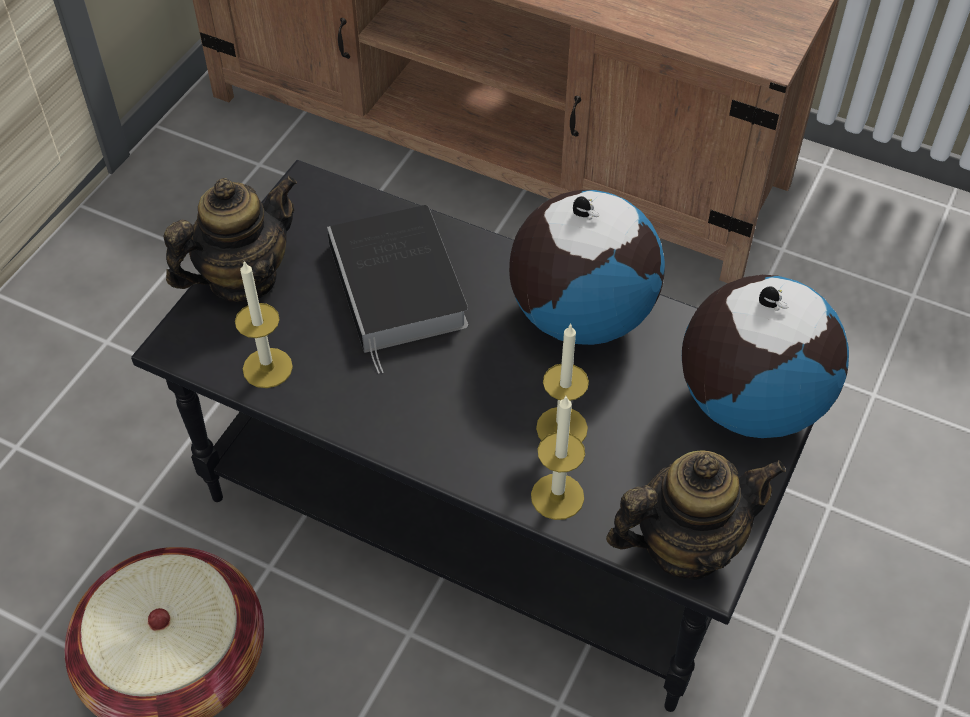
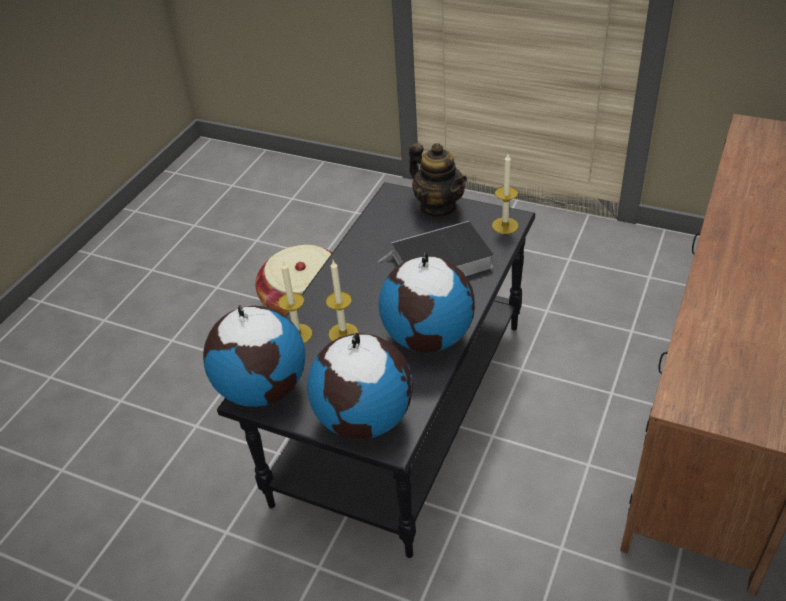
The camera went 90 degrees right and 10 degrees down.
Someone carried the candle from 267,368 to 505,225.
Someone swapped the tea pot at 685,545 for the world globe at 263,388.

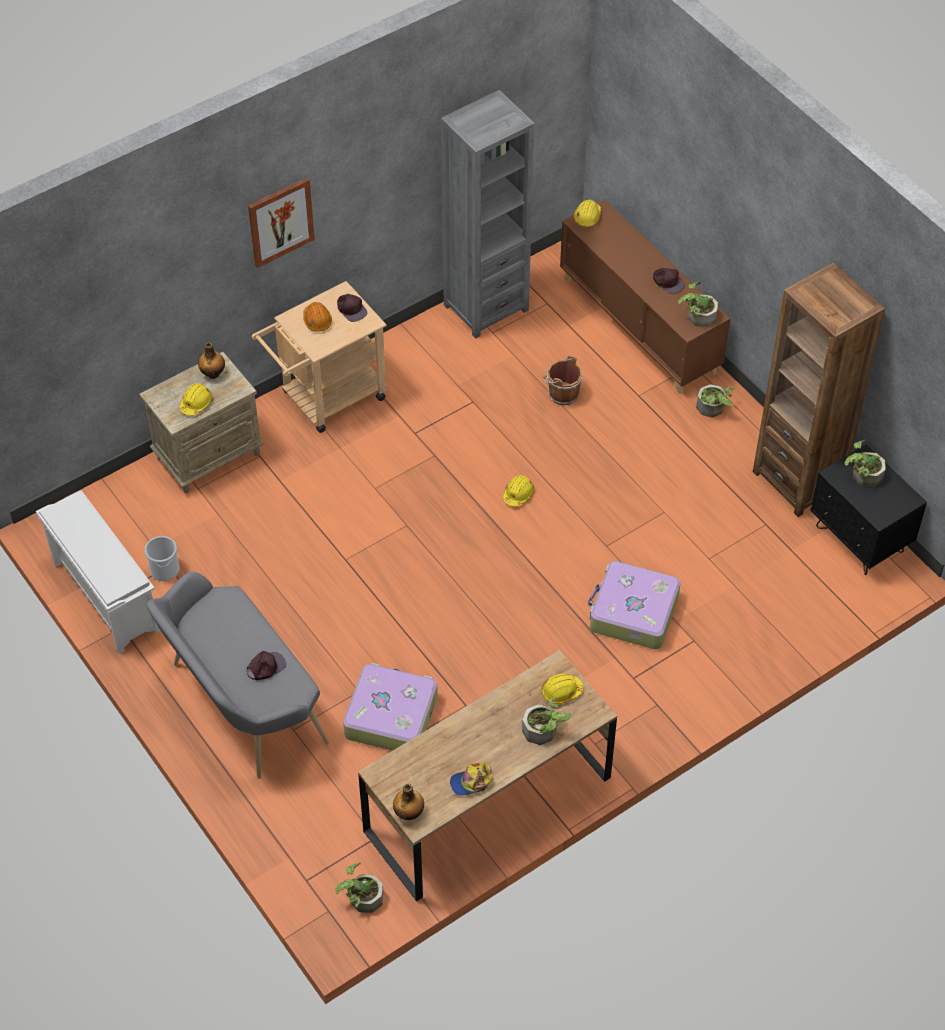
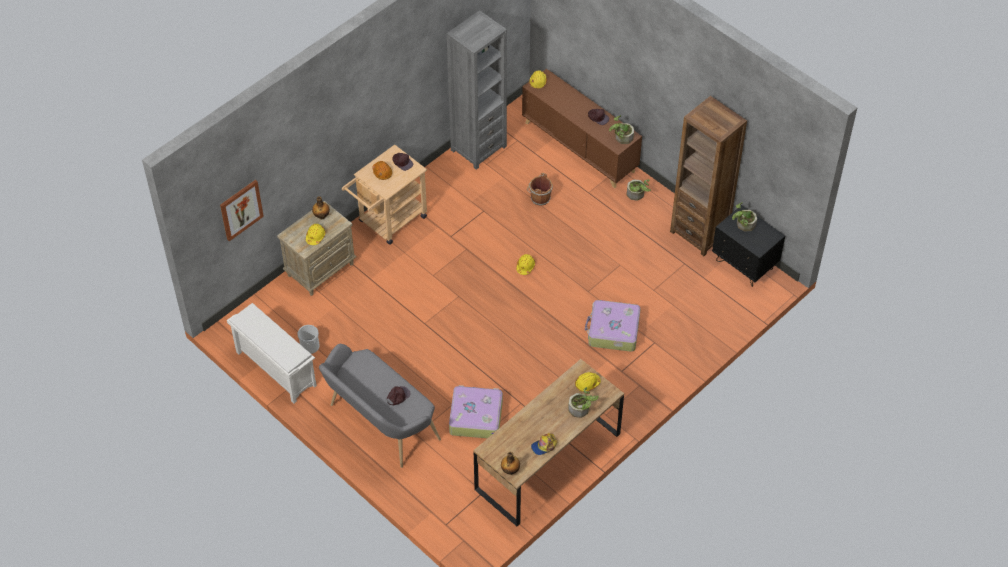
The camera went 10 degrees left and 0 degrees up.
Someone carried the wall art from 280,221 to 241,209.
Someone took away the plant in a pot at 361,898.

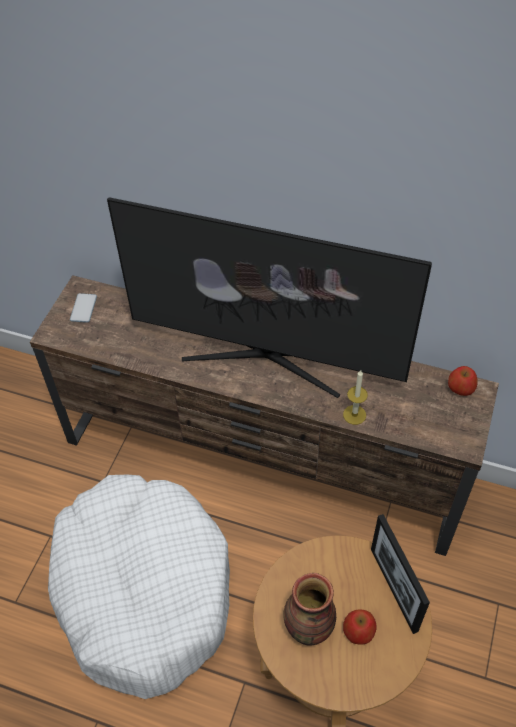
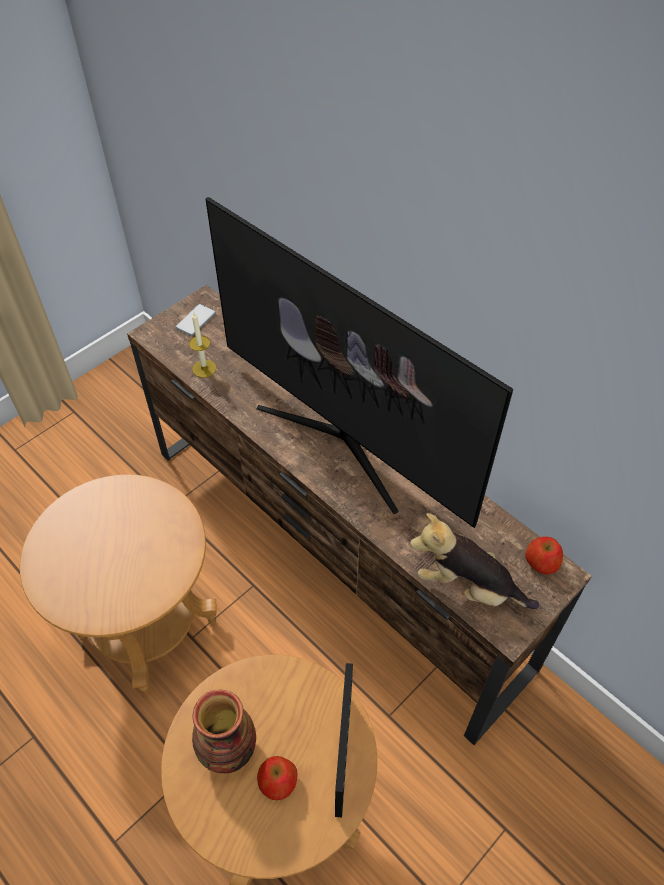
The camera went 25 degrees right and 0 degrees up.
Someone swapped the white dog bed at 142,589 for the brownish end table at 147,628.
Someone carried the candle from 354,415 to 204,368.
Someone put down the soft toy at 468,586.

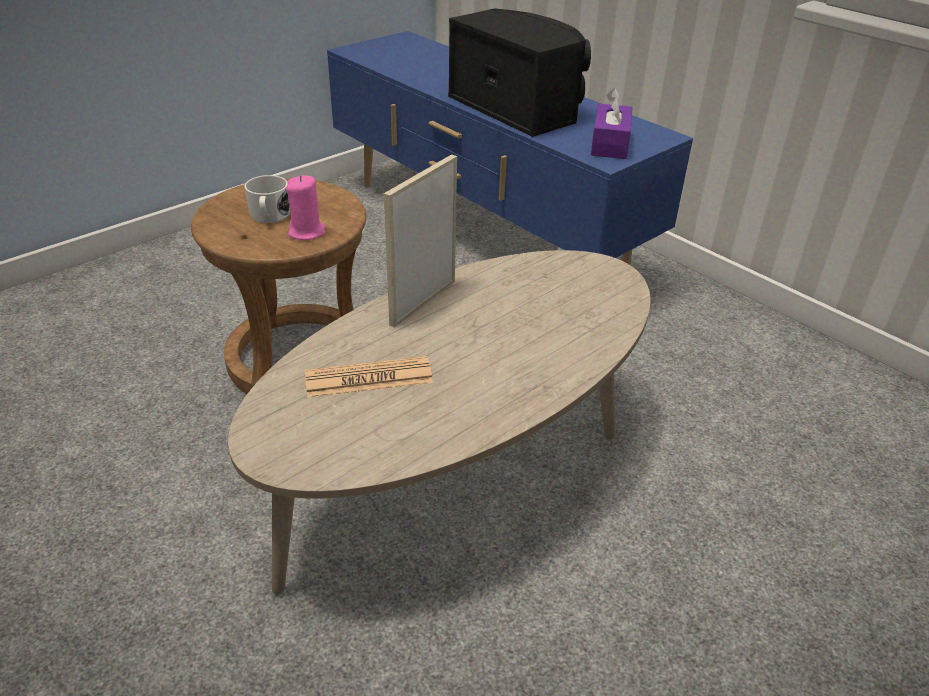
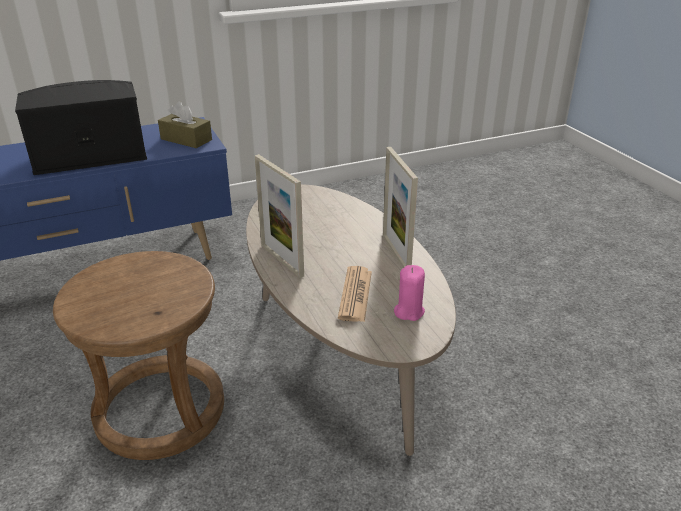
The camera went 70 degrees left and 5 degrees down.
Someone took away the white mug at 269,216.
Someone carried the pinkish candle from 307,232 to 409,311.
Someone repainted the purple tissue holder at 610,144, which became the brownish tissue holder at 186,139.
Someone put down the photo frame at 396,253.

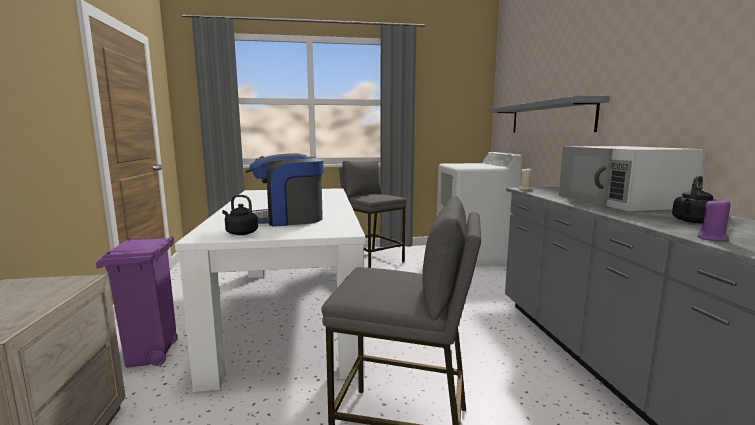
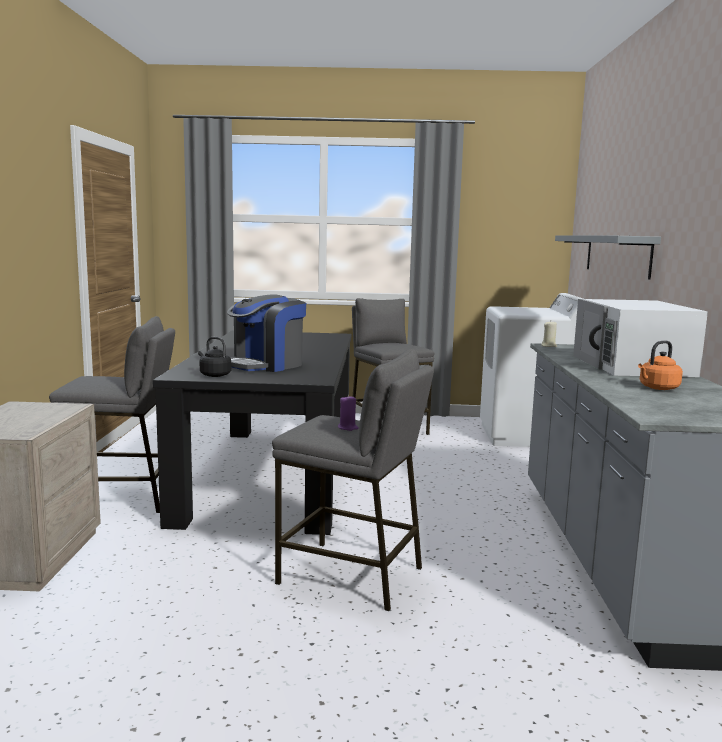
The camera went 10 degrees right and 0 degrees up.
Someone swapped the purple rubbish bin at 151,356 for the gray sitting stool at 122,498.
Someone repainted the white dining table at 292,310, which became the blackish dining table at 272,473.
Someone rotated the coffee machine at 288,219 by 45 degrees counterclockwise.
Someone repainted the blackish tea kettle at 692,221, which became the orange-coloured tea kettle at 657,388.
Someone carried the purple candle from 712,238 to 348,428.

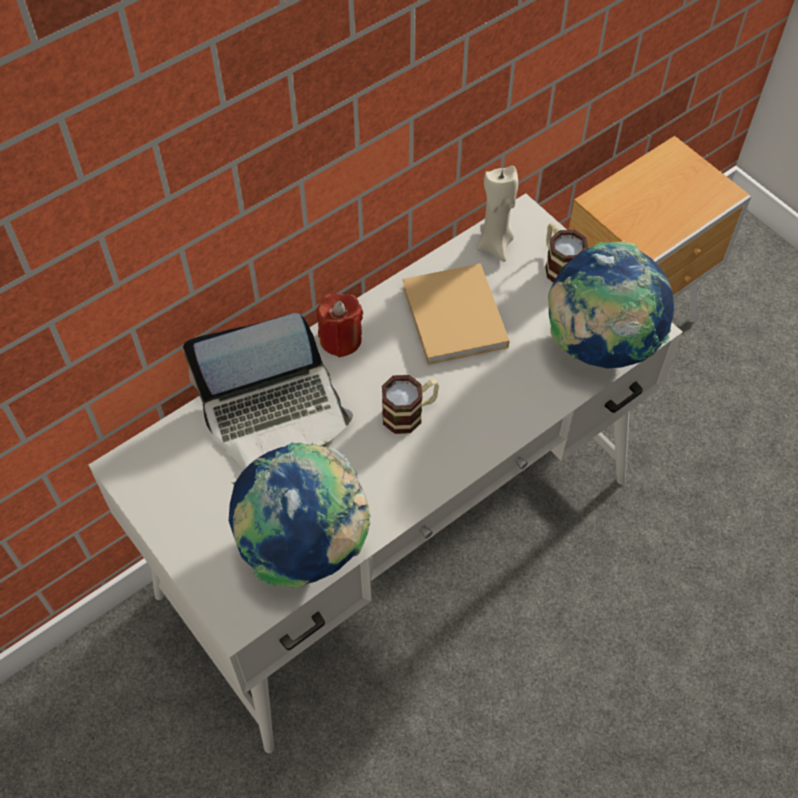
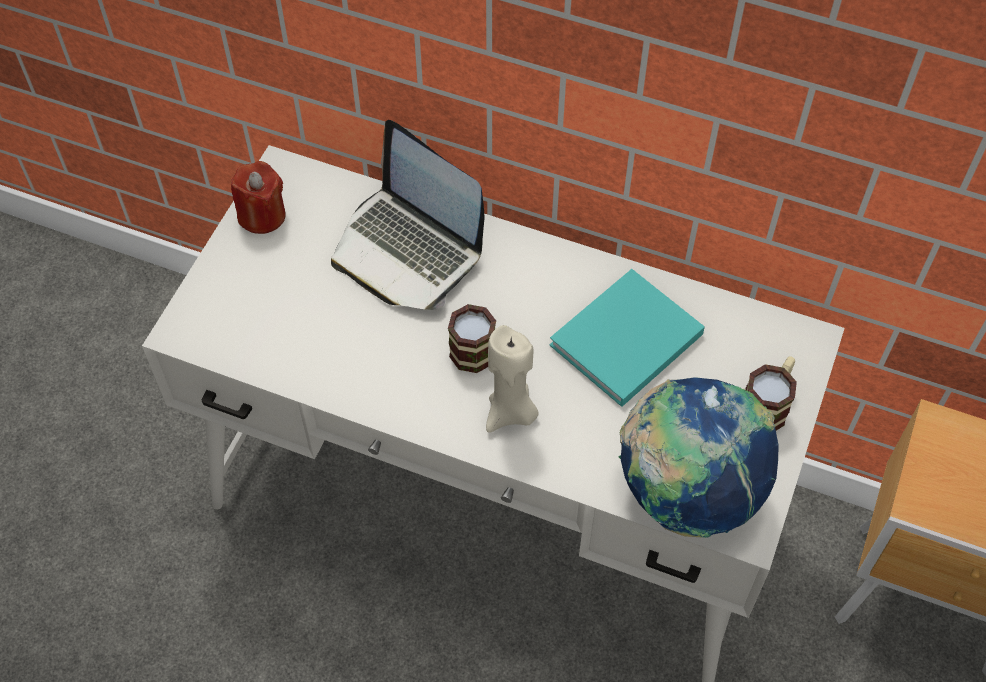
The camera went 60 degrees right and 0 degrees up.
Someone took away the world globe at 304,546.
Someone carried the red-coloured candle from 341,339 to 262,215.
Someone repainted the beige-coloured book at 455,319, which became the turquoise-coloured book at 623,342.
Someone carried the beige-coloured candle from 495,245 to 511,413.

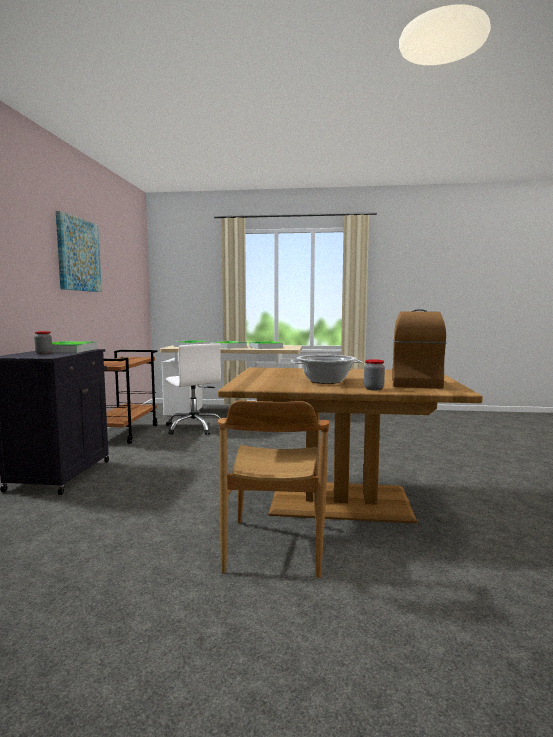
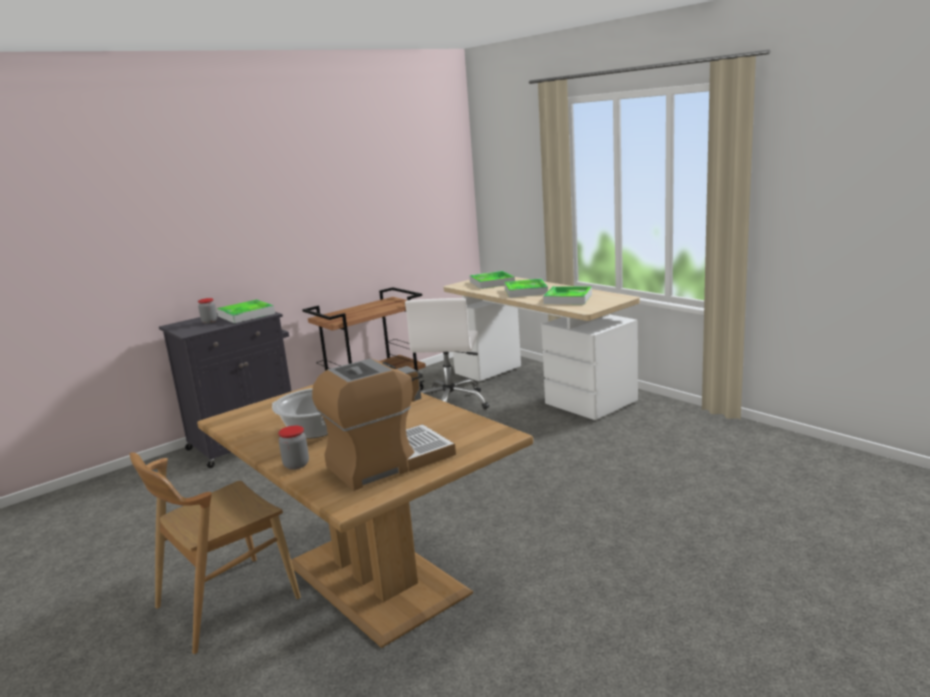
The camera went 45 degrees right and 10 degrees up.
Someone took away the wall art at 78,255.

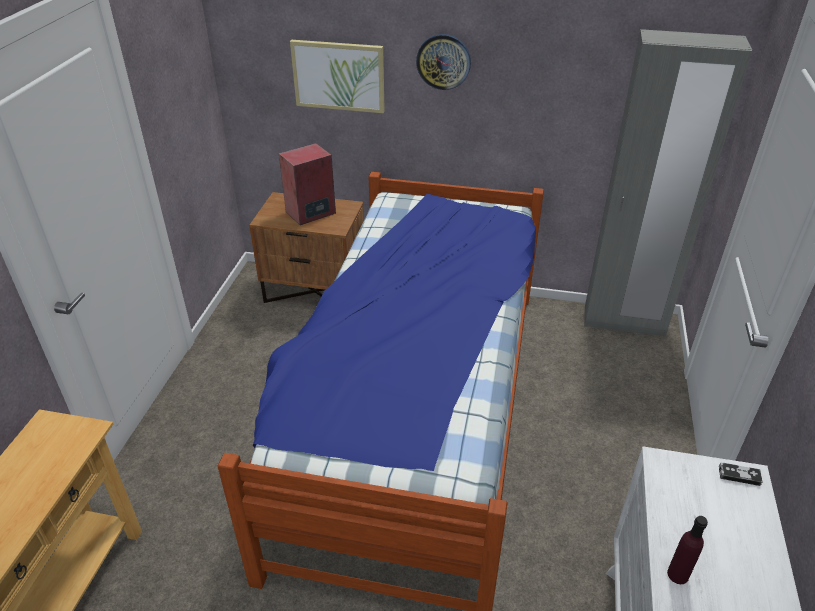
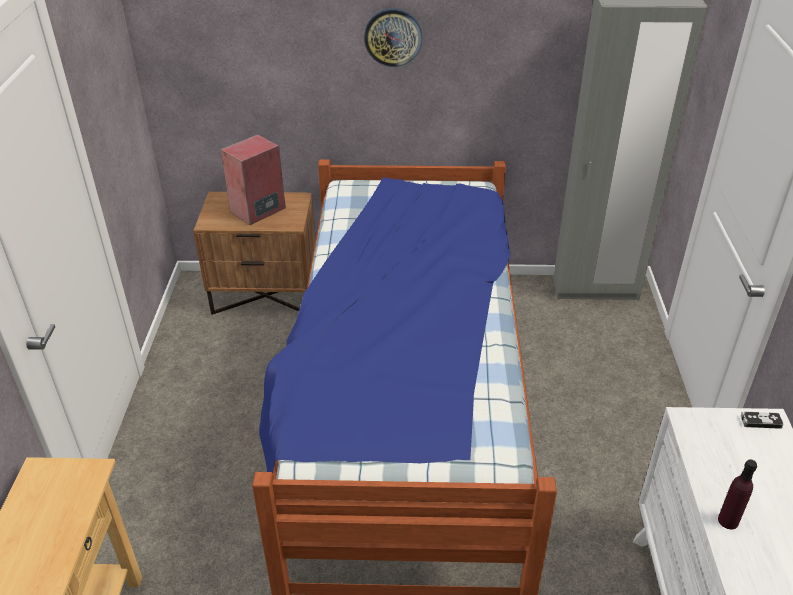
The camera went 10 degrees left and 0 degrees up.
Someone took away the wall art at 338,76.

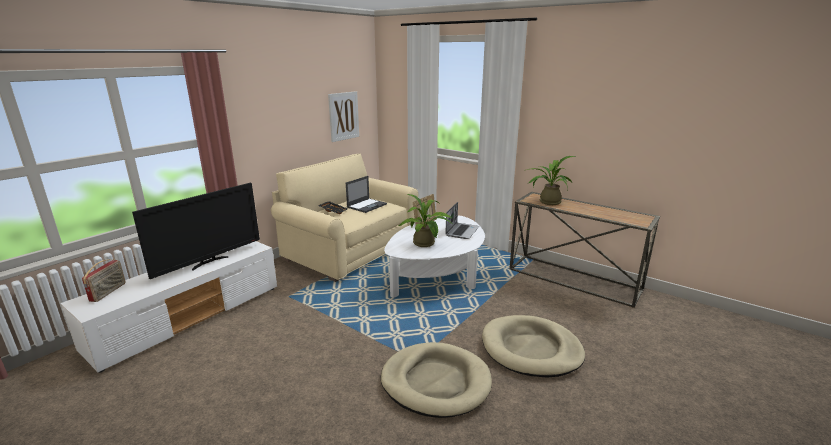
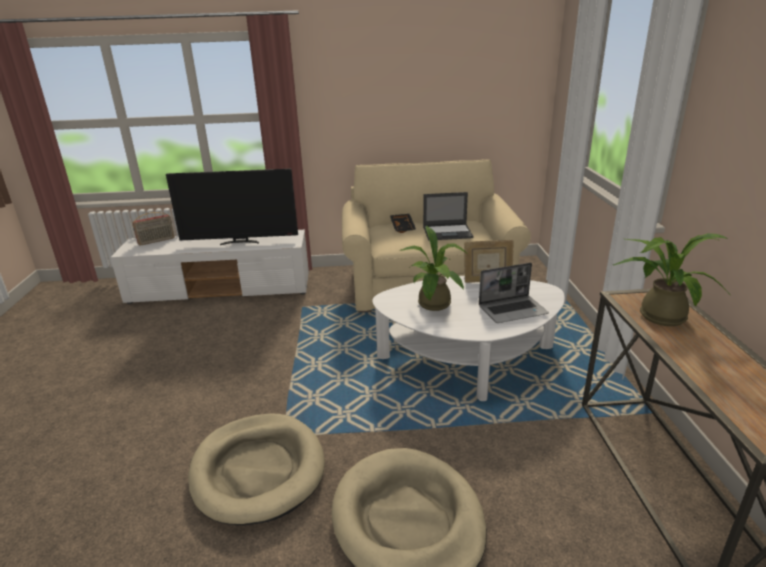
The camera went 50 degrees right and 5 degrees up.
Someone took away the wall art at 343,116.

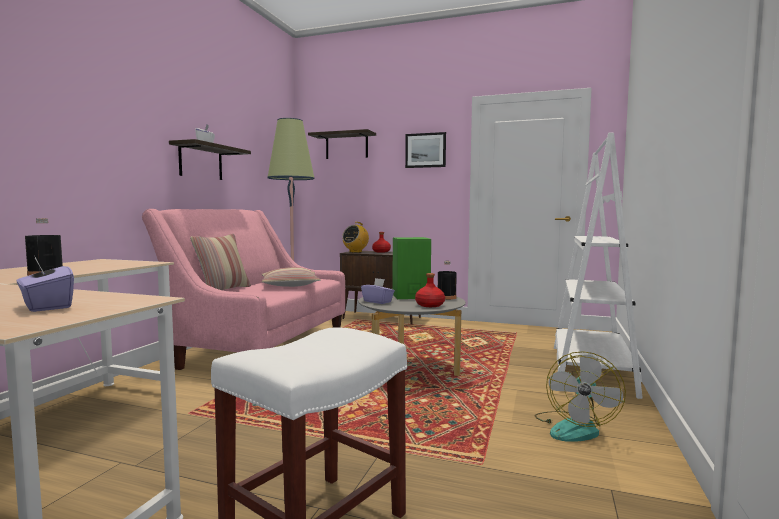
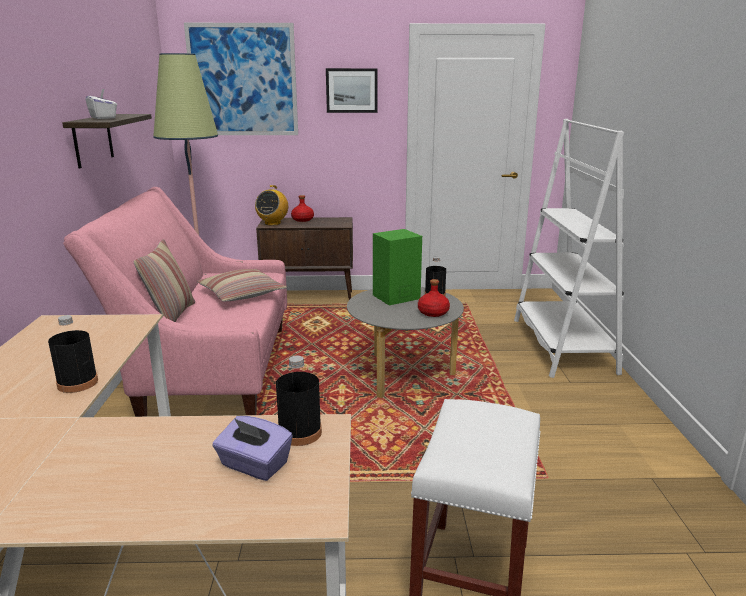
The camera went 20 degrees left and 15 degrees up.
Someone swapped the wall shelf at 346,146 for the wall art at 243,80.
Someone took away the purple tissue holder at 378,301.
Someone took away the cooling fan at 574,427.
Someone put down the blackish bottle at 300,433.

